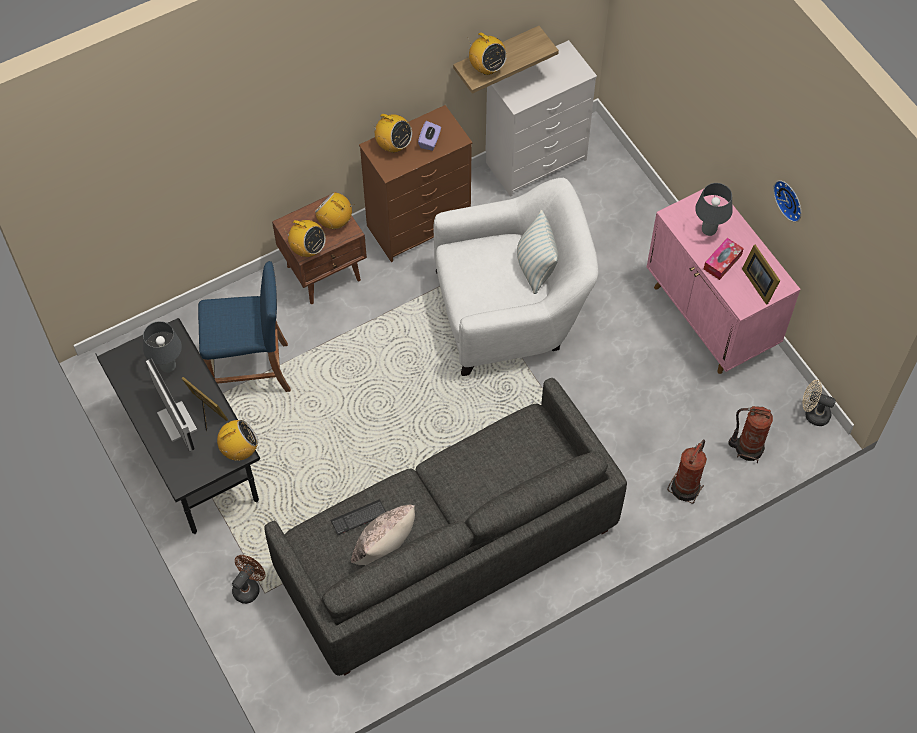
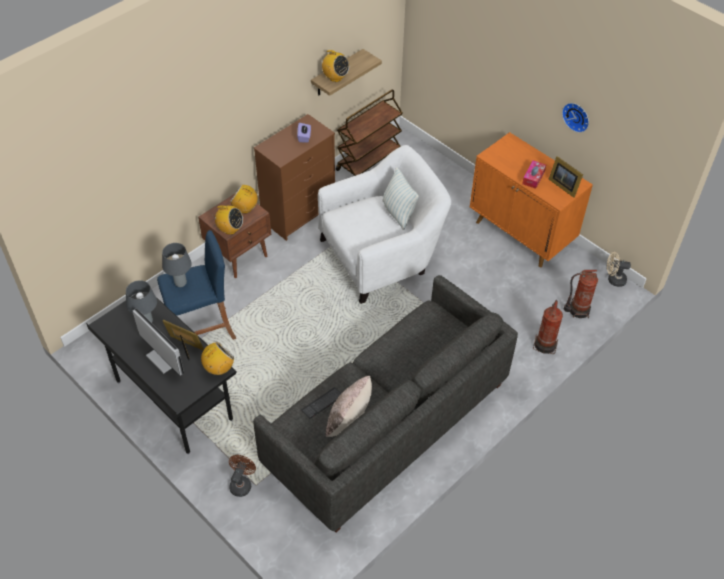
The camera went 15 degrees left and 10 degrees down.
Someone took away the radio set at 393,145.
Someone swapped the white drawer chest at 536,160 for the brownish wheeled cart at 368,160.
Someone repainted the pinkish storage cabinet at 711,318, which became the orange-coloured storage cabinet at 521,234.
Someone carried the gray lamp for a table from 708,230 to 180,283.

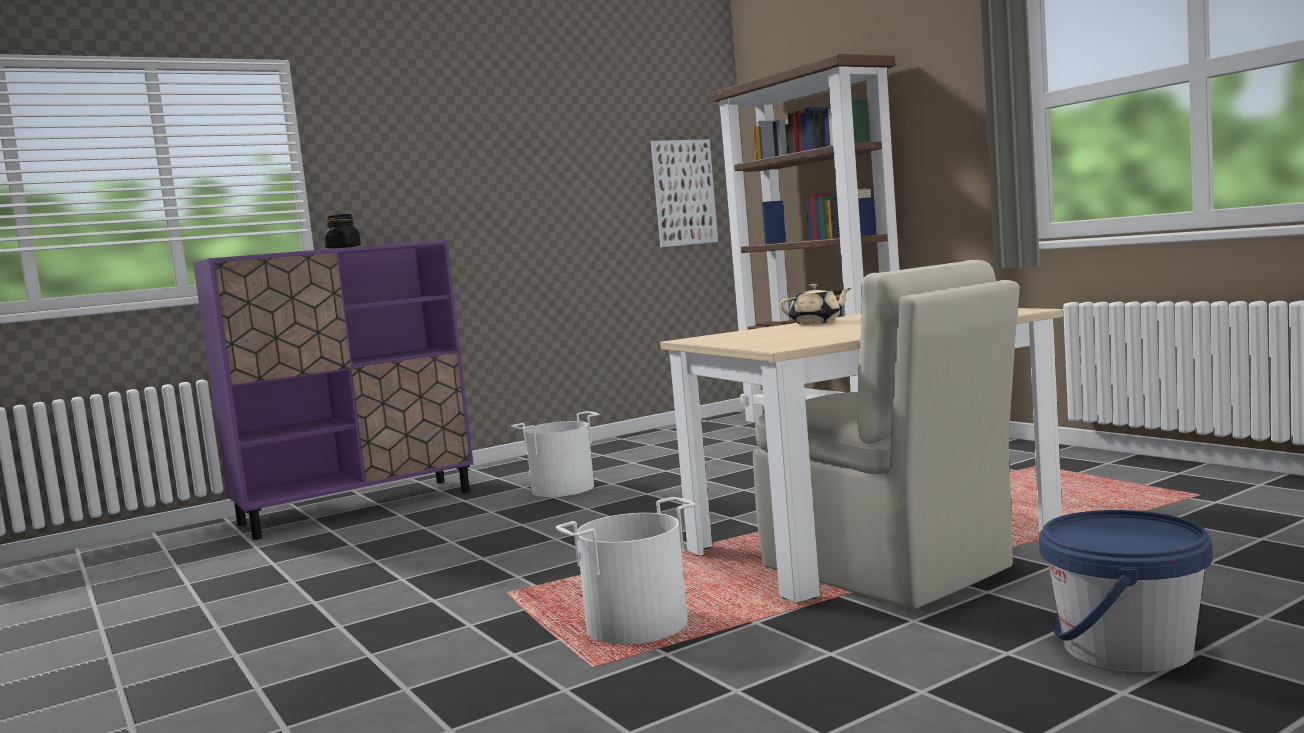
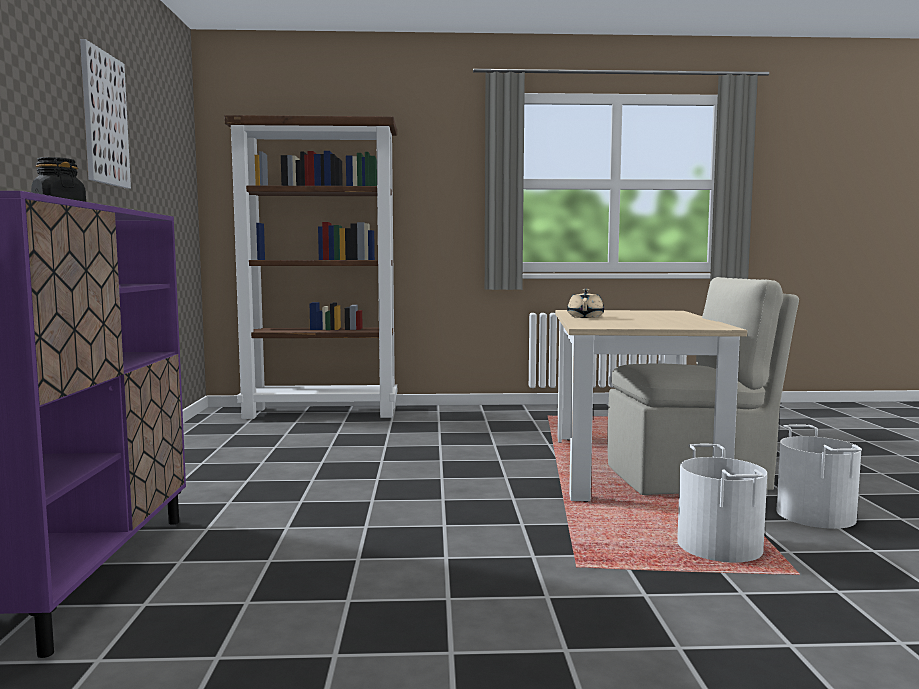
The camera went 60 degrees left and 0 degrees up.
Someone carried the white bucket from 563,488 to 816,515.
Someone carried the wall art from 683,192 to 104,118.
Someone took away the blue-coloured bucket at 1126,648.

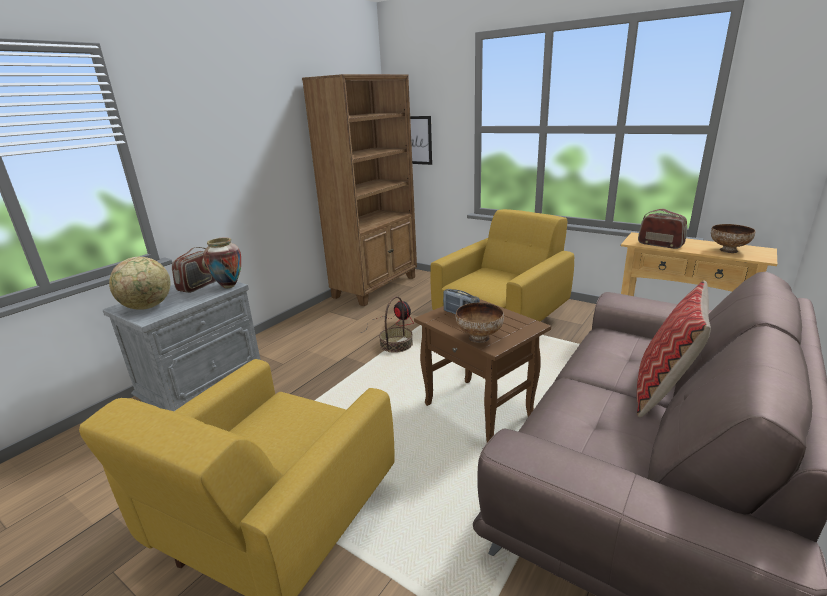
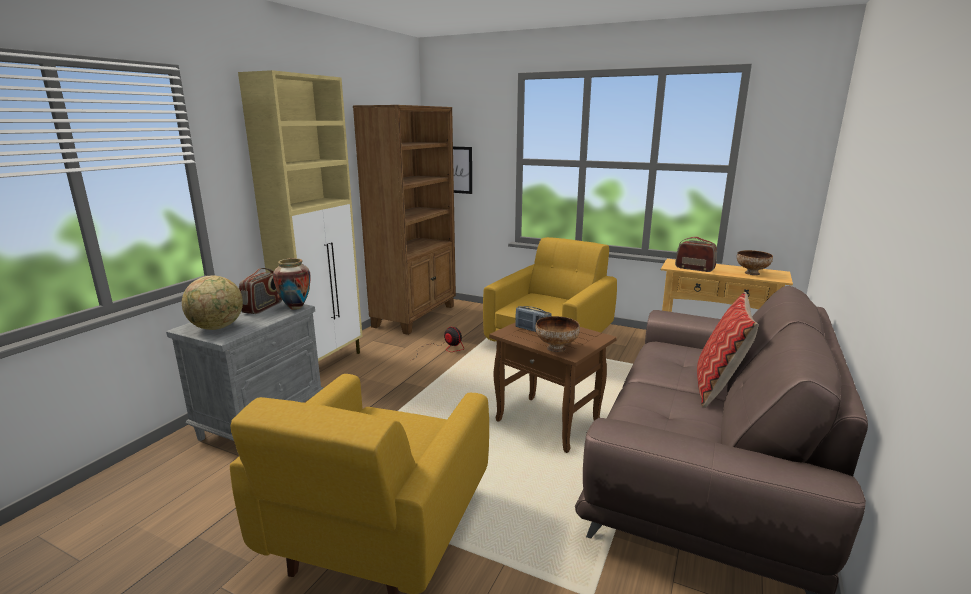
The camera went 10 degrees left and 5 degrees down.
Someone took away the basket at 396,344.
Someone put down the beige-coloured storage cabinet at 325,363.

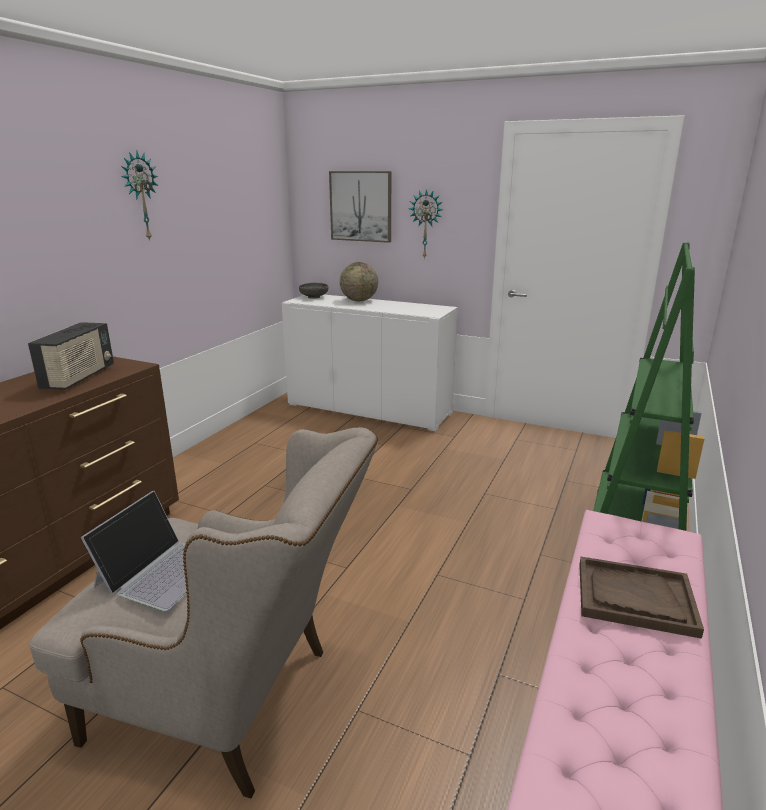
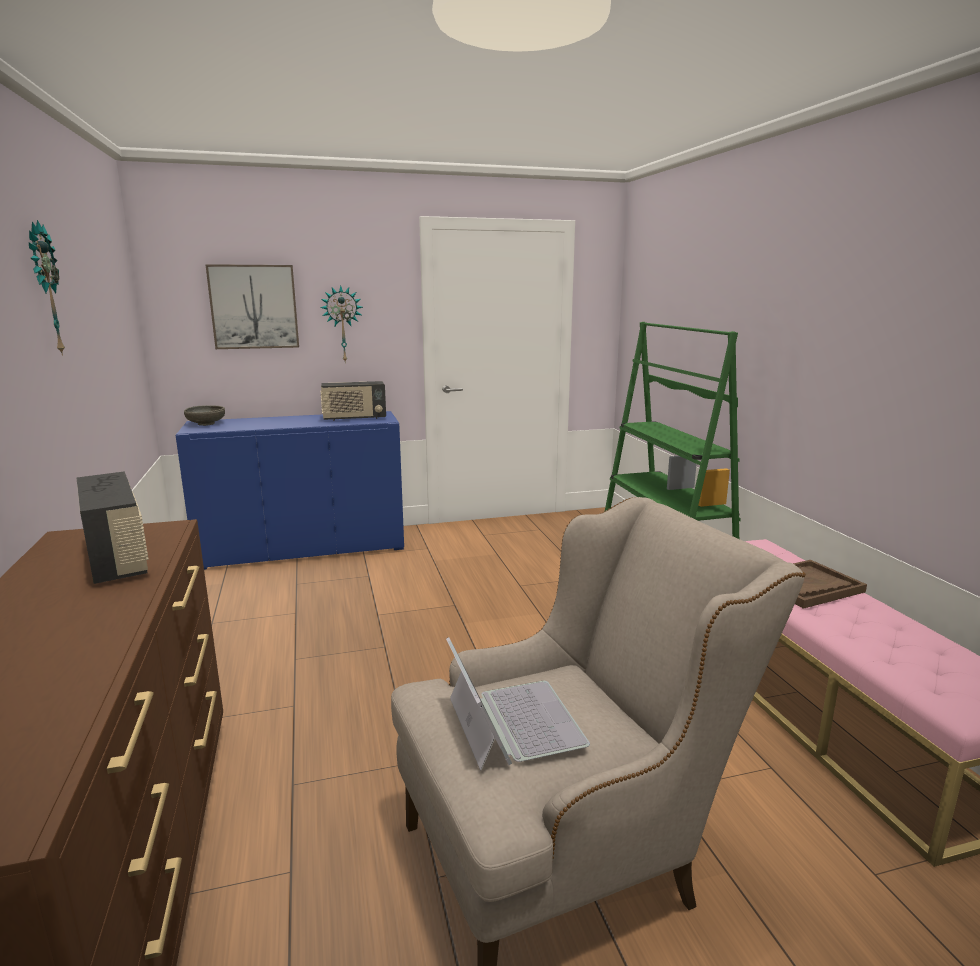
The camera went 40 degrees left and 5 degrees down.
Someone repainted the white storage cabinet at 369,409, which became the blue-coloured storage cabinet at 303,548.
Someone took away the world globe at 359,300.
Someone put down the radio set at 354,418.

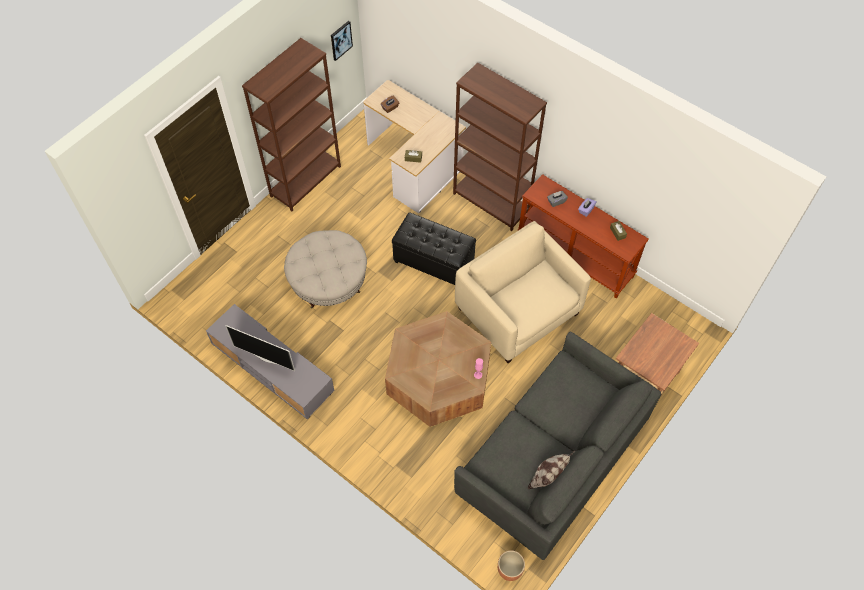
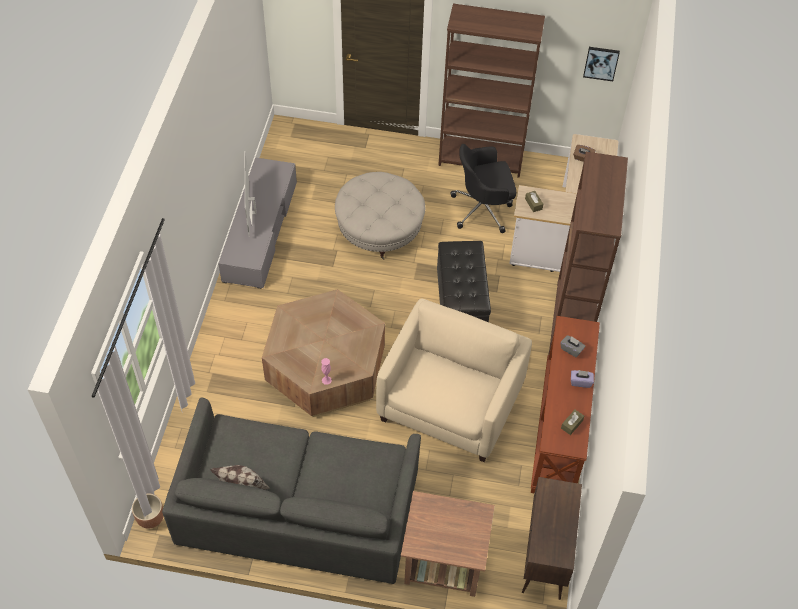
The camera went 60 degrees right and 5 degrees down.
Someone put down the blackish computer chair at 483,209.
Someone put down the brownish storage cabinet at 545,556.

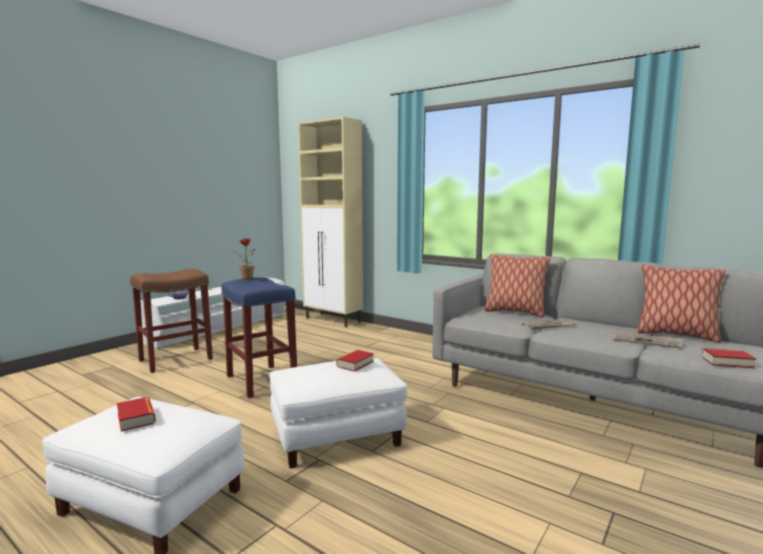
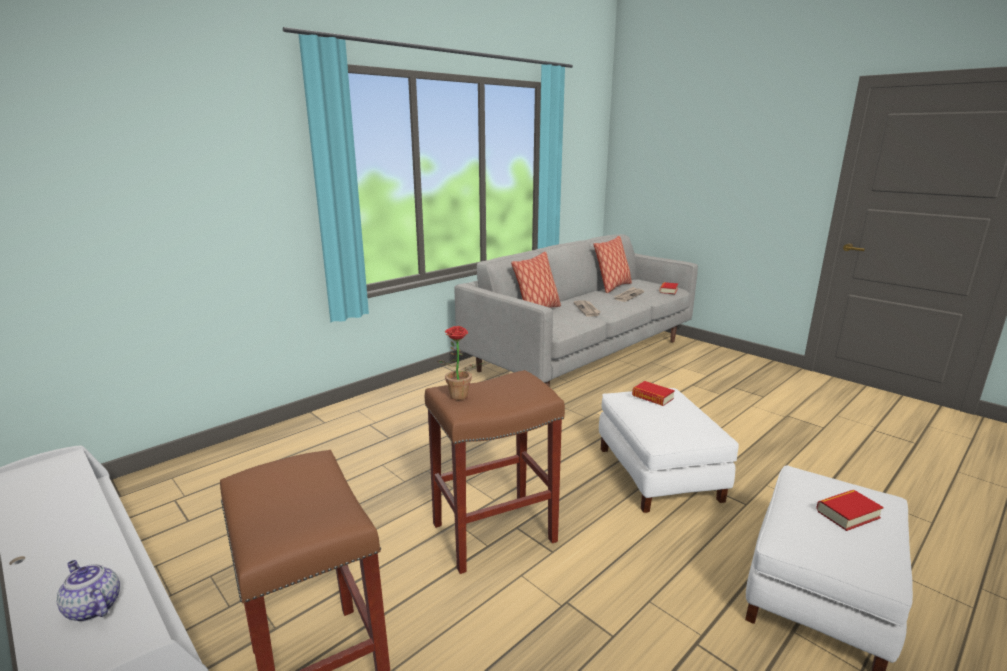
The camera went 80 degrees left and 10 degrees up.
Someone repainted the blue-coloured sitting stool at 262,381, which became the brownish sitting stool at 495,531.
Someone took away the beige-coloured storage cabinet at 333,320.

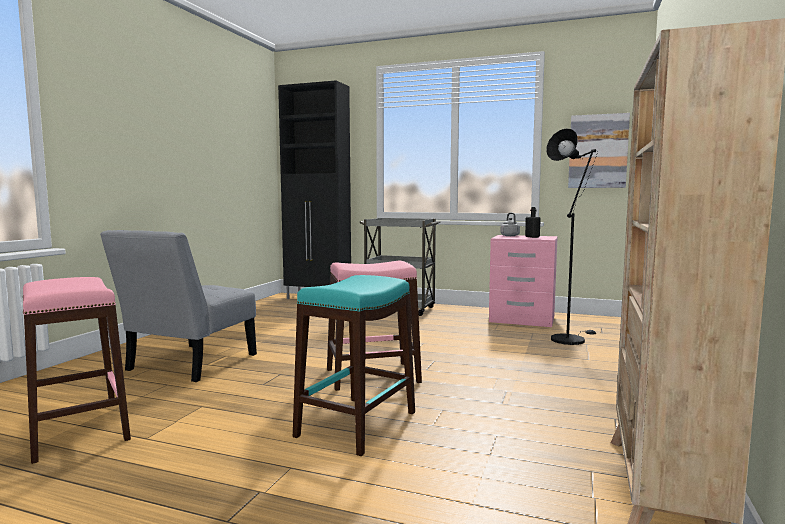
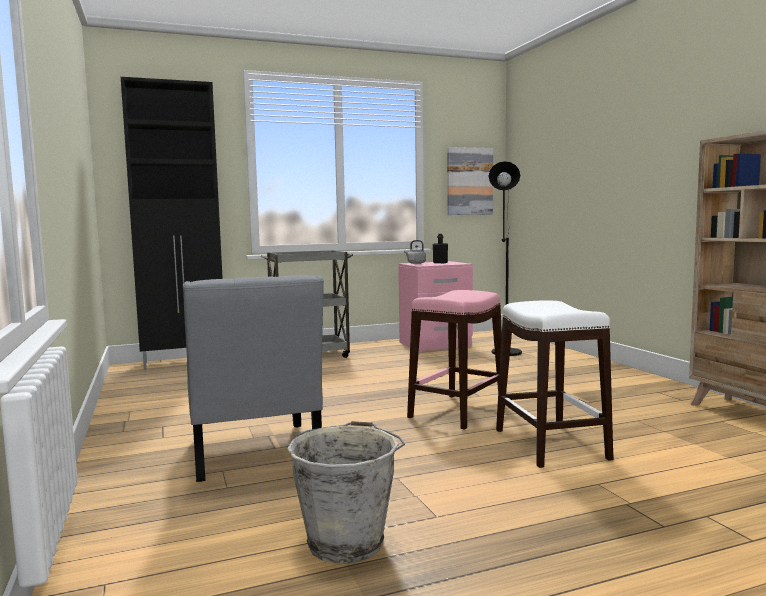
The camera went 40 degrees left and 0 degrees up.
Someone swapped the pinkish sitting stool at 77,430 for the gray bucket at 347,541.
Someone repainted the turquoise-coloured sitting stool at 358,424, which became the white sitting stool at 551,444.

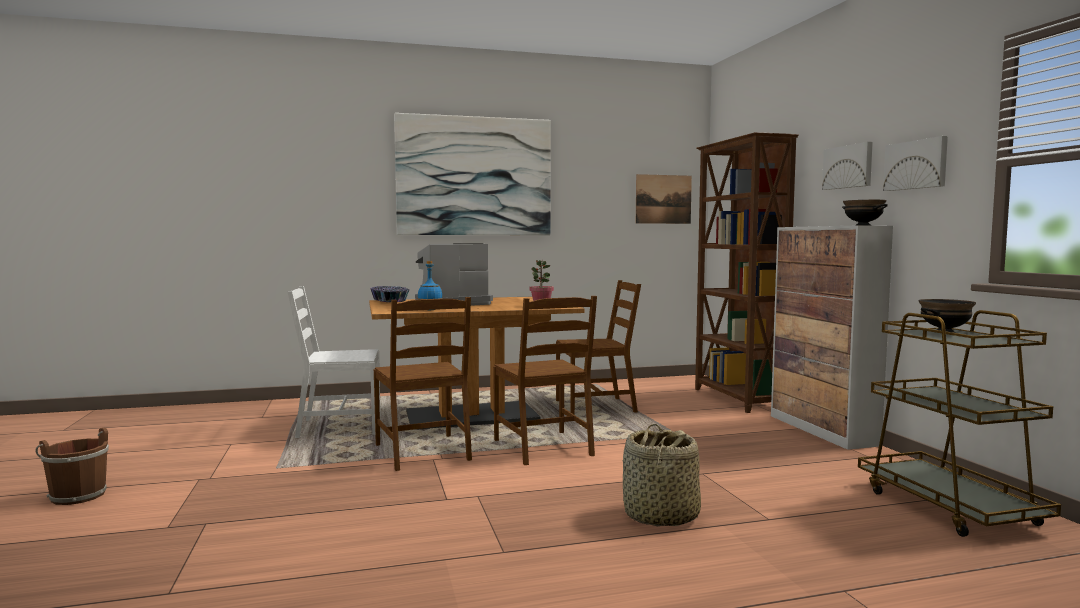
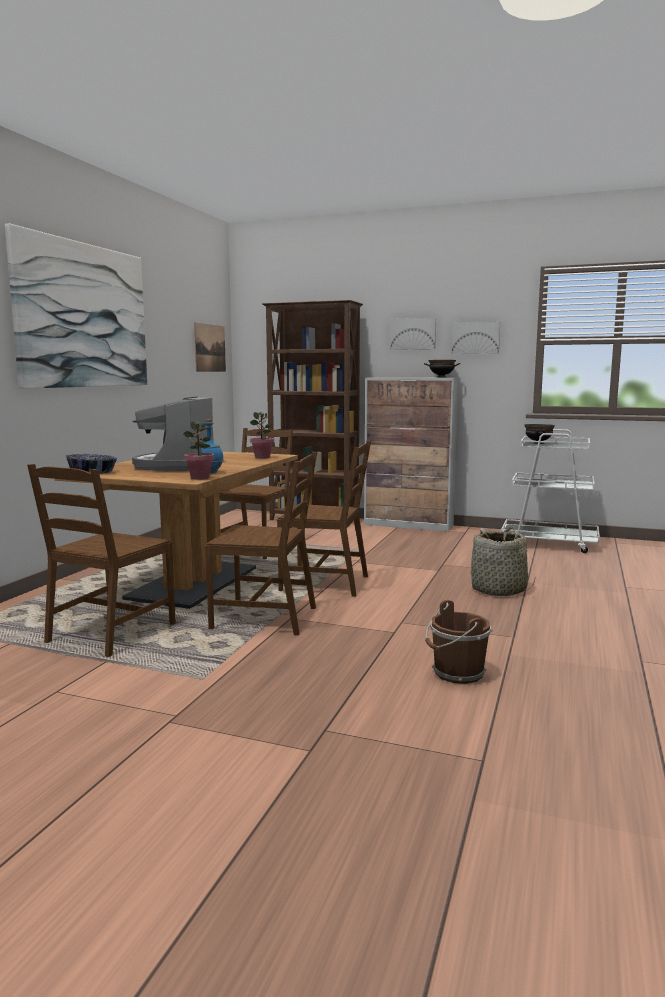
The camera went 55 degrees left and 5 degrees up.
Someone carried the brownish bucket from 77,495 to 456,673.
Someone repainted the white plain chair at 339,427, which became the brownish plain chair at 110,633.
Someone repainted the brownish wheeled cart at 949,507, which became the white wheeled cart at 549,543.
Someone put down the plant in a pot at 200,478.

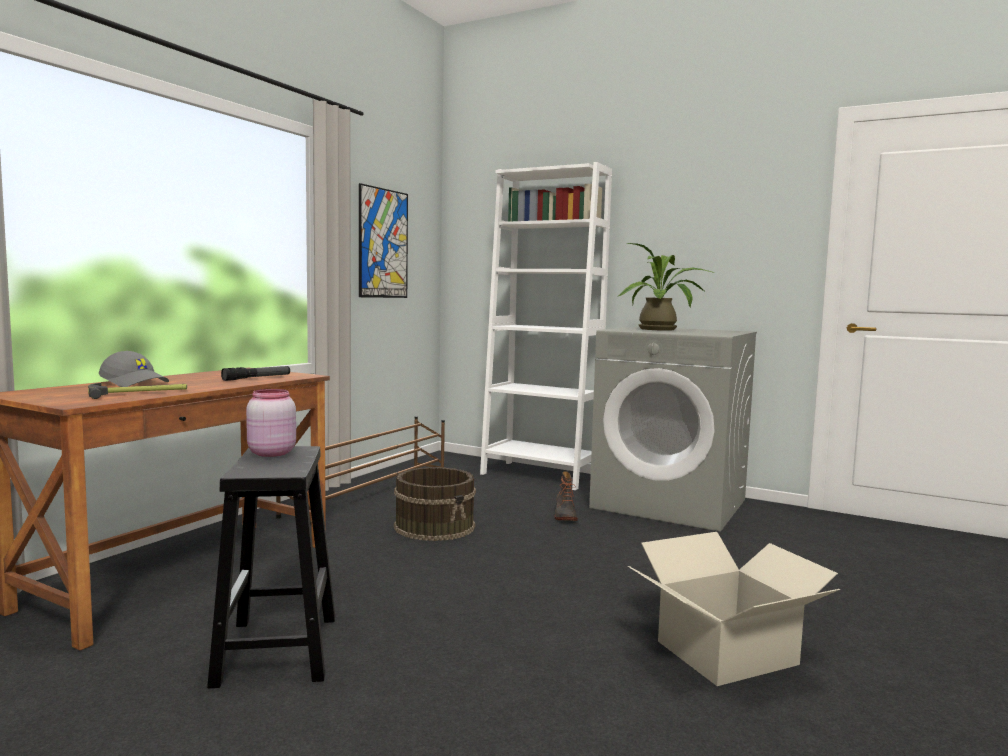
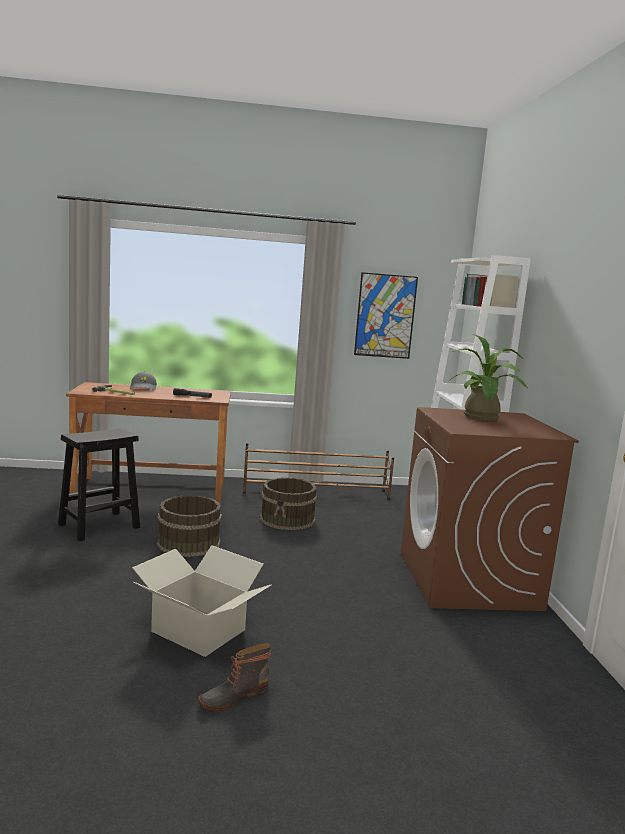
The camera went 55 degrees right and 5 degrees up.
Someone took away the pinkish storage jar at 270,453.
Someone carried the tall boot from 564,515 to 233,696.
Someone repainted the gray washing machine at 670,504, which became the brownish washing machine at 468,580.
Someone put down the brownish bucket at 188,543.

